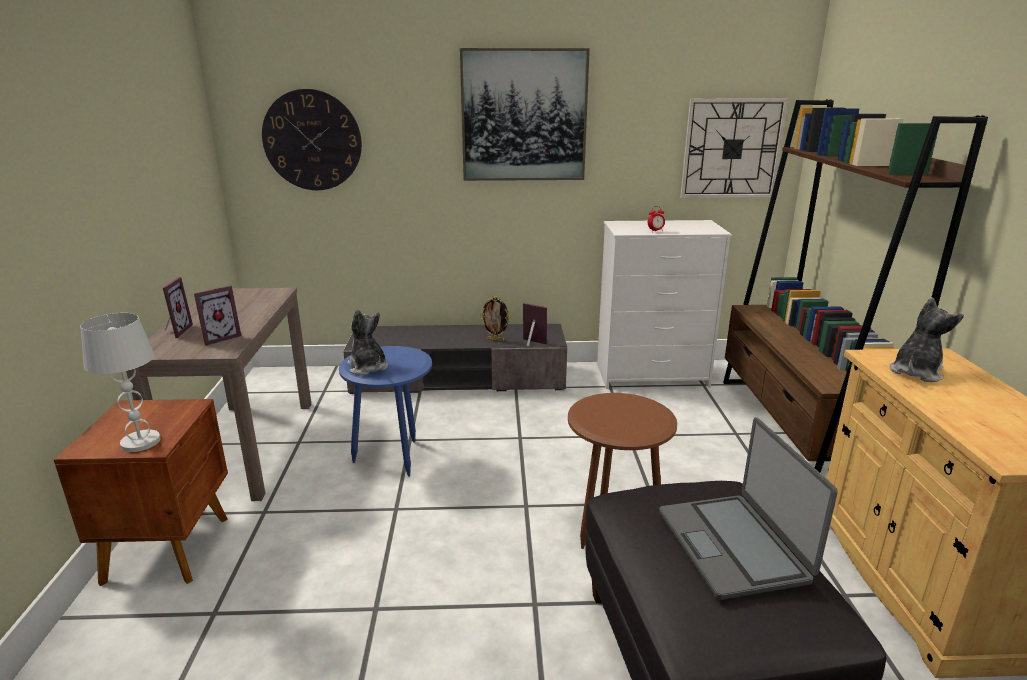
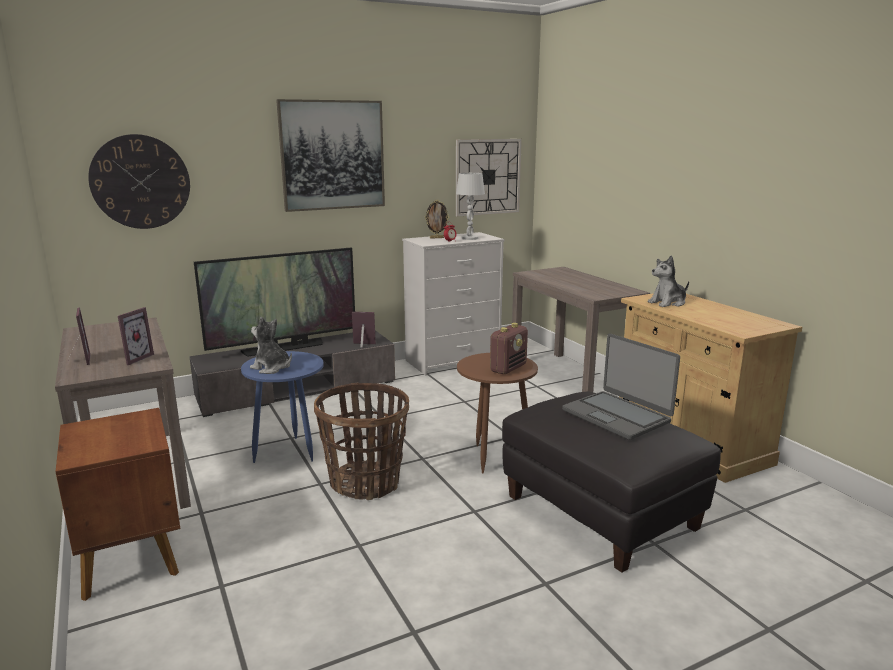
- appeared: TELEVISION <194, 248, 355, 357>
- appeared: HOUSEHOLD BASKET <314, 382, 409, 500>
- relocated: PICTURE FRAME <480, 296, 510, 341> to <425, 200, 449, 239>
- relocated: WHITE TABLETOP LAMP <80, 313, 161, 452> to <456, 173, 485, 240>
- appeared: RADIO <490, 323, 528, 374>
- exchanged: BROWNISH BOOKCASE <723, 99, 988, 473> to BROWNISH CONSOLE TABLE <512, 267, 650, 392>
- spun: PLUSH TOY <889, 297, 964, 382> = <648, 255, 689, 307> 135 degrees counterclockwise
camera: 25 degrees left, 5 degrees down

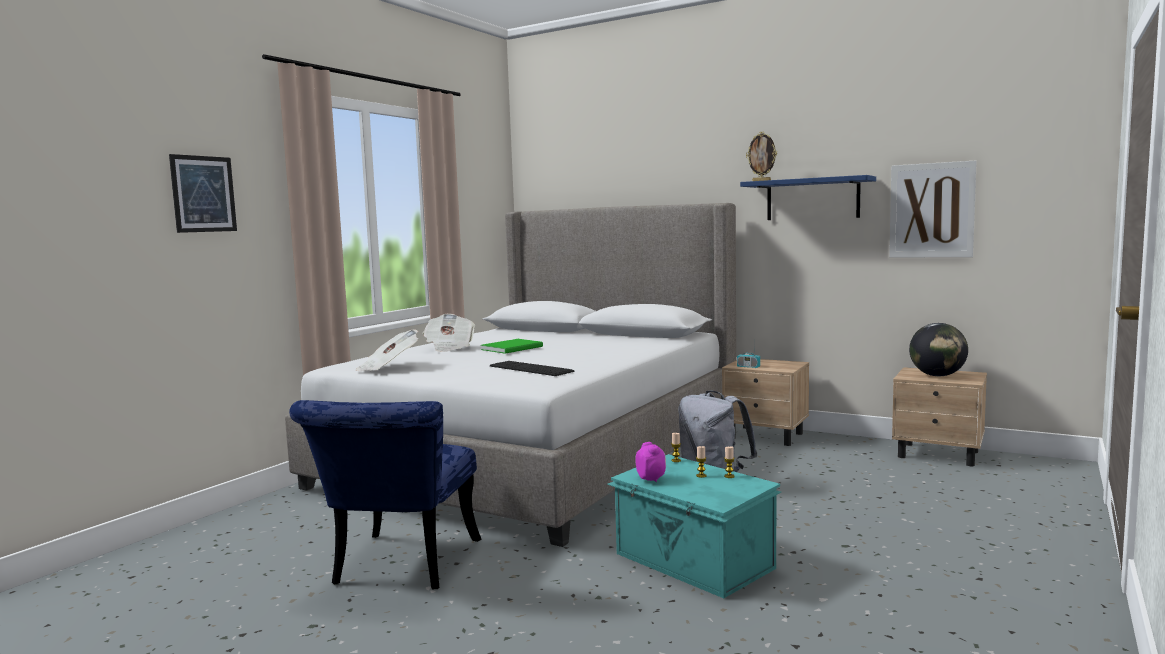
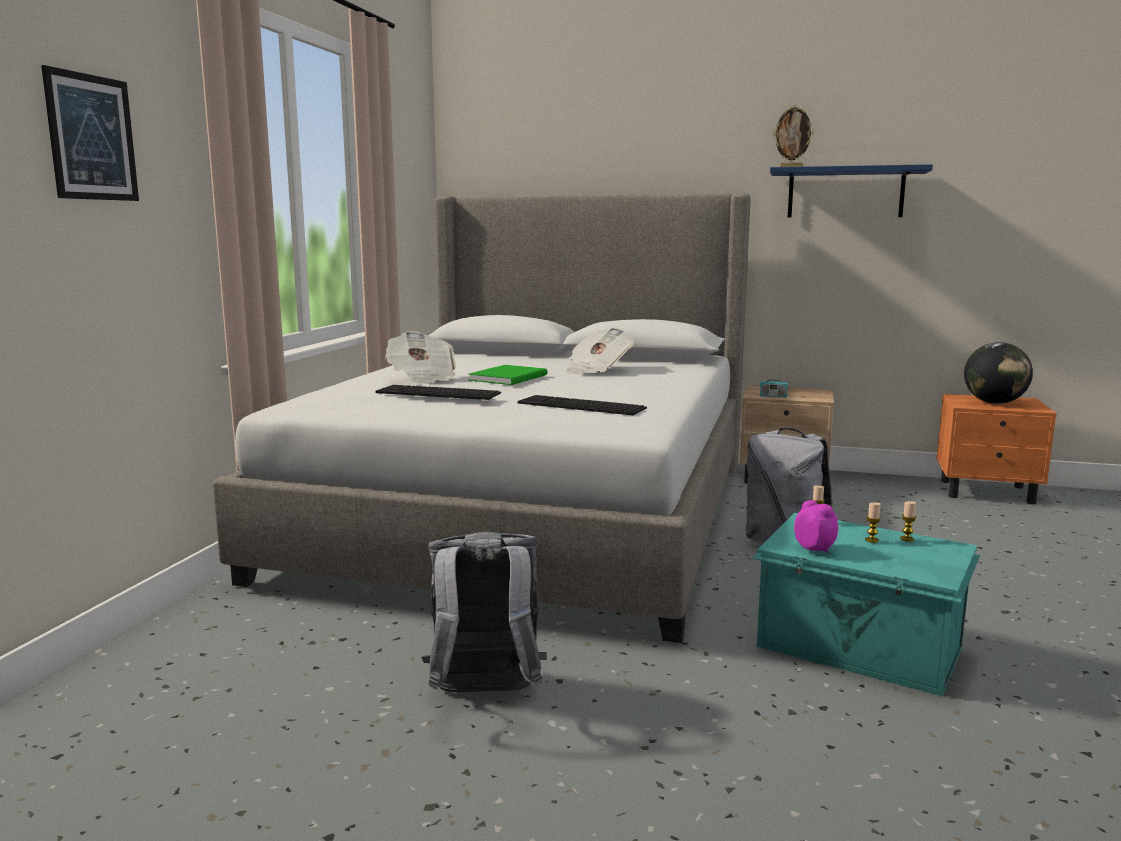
- appeared: COMPUTER KEYBOARD <375, 385, 501, 400>
- exchanged: BLUE PLAIN CHAIR <289, 400, 481, 590> to GREY RUCKSACK <421, 532, 547, 692>
- relocated: DAILY PAPER <356, 329, 419, 372> to <566, 328, 634, 374>
- colour: BEIGE-COLOURED NIGHT TABLE <892, 367, 987, 466> to ORANGE-COLOURED NIGHT TABLE <936, 394, 1057, 504>
- missing: WALL ART <889, 160, 977, 258>
camera: 15 degrees left, 5 degrees up

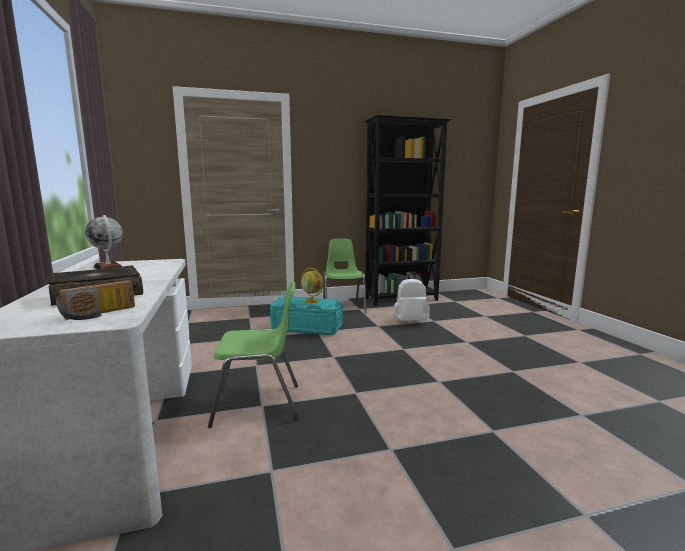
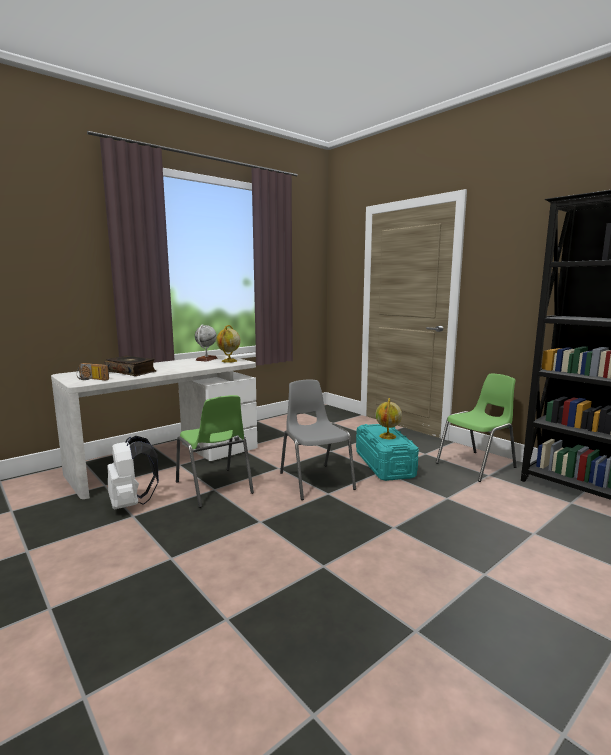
- relocated: WHITE RUCKSACK <394, 274, 430, 321> to <107, 436, 159, 509>
- appeared: DESK GLOBE <216, 325, 241, 363>
- appeared: GREY PLAIN CHAIR <280, 379, 356, 500>
camera: 65 degrees right, 0 degrees up

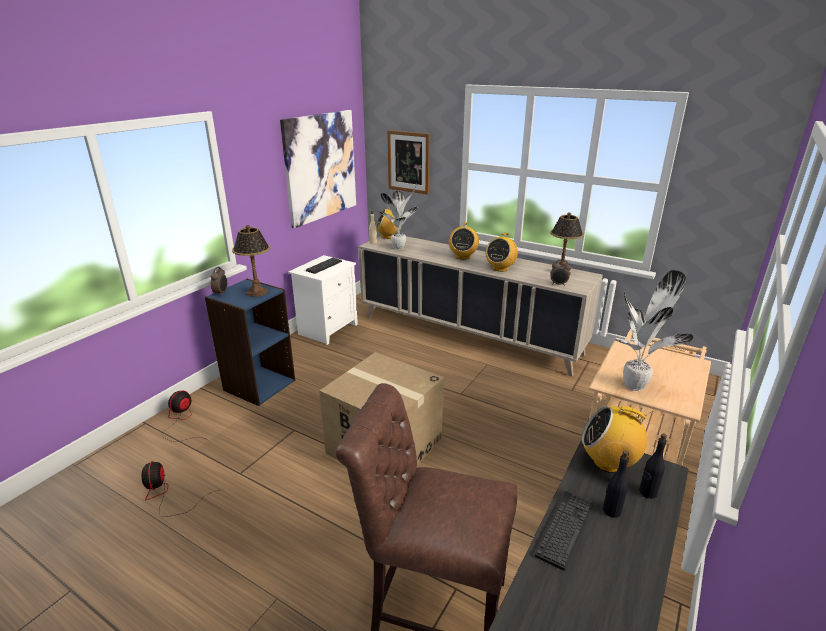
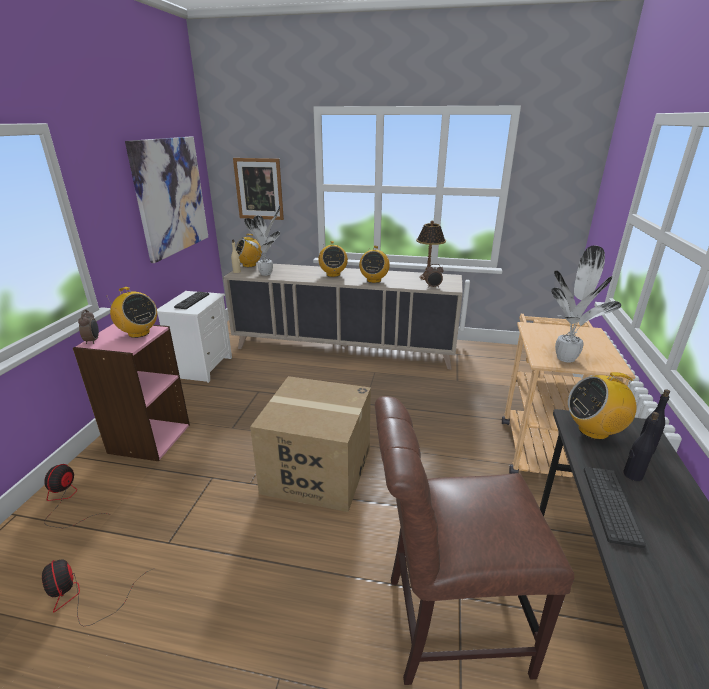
- colour: BLUE BOOKCASE <205, 279, 295, 406> to PINK BOOKCASE <73, 324, 190, 461>
- exchanged: TABLETOP LAMP <232, 225, 270, 297> to RADIO <107, 287, 157, 338>
camera: 20 degrees left, 0 degrees up

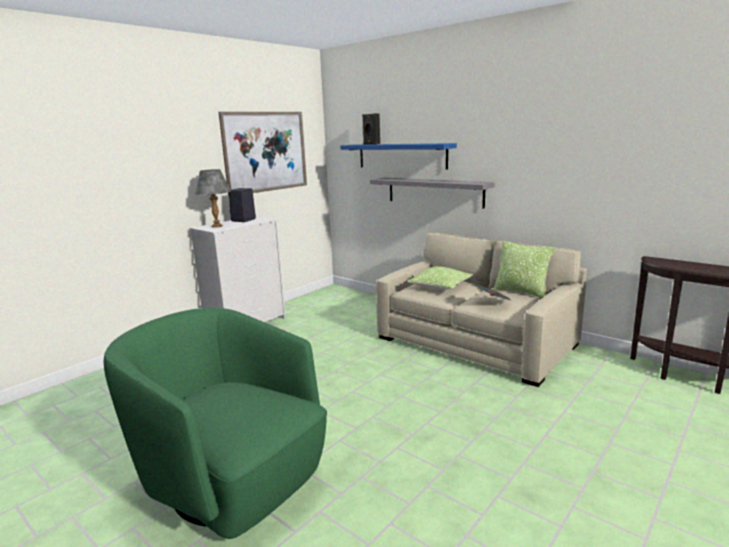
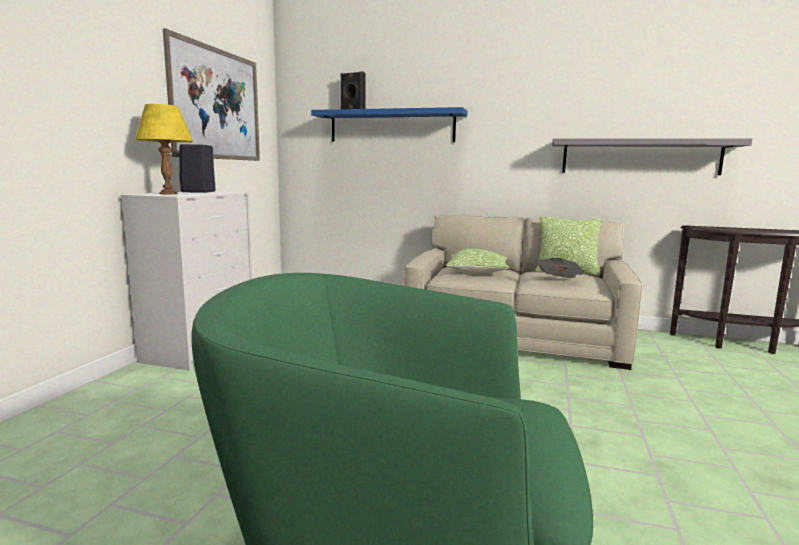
- colour: GREY TABLETOP LAMP <195, 169, 231, 228> to YELLOW TABLETOP LAMP <135, 104, 193, 194>
- relocated: GREY SHELF <370, 178, 495, 209> to <552, 138, 753, 175>
camera: 25 degrees left, 5 degrees down

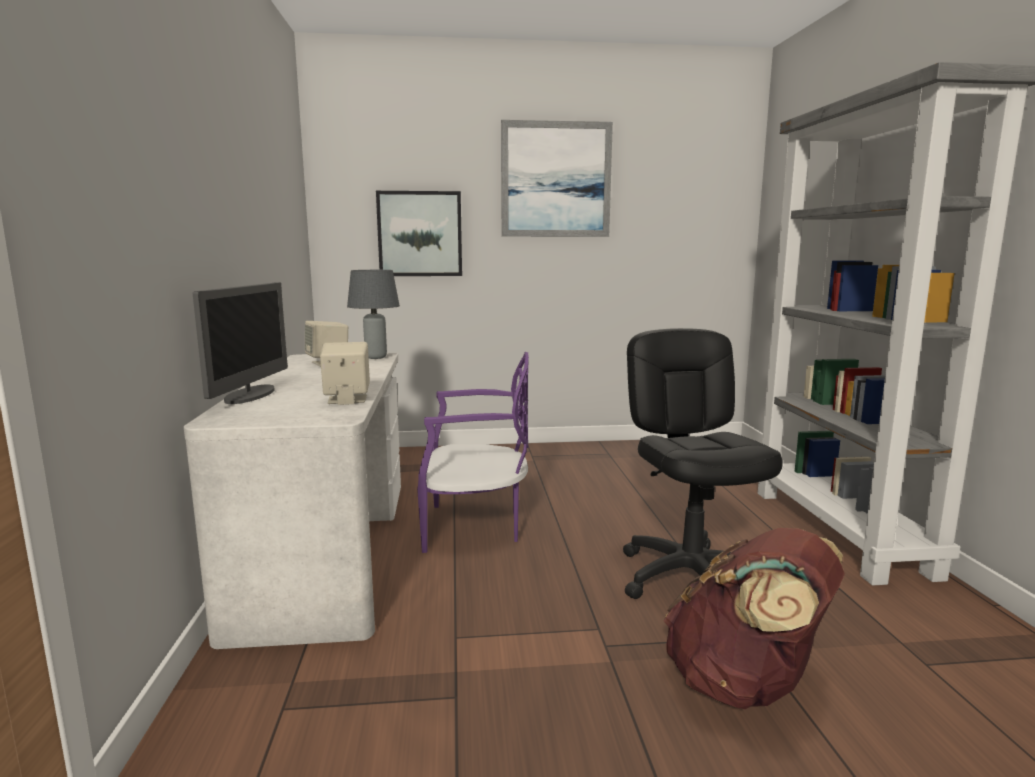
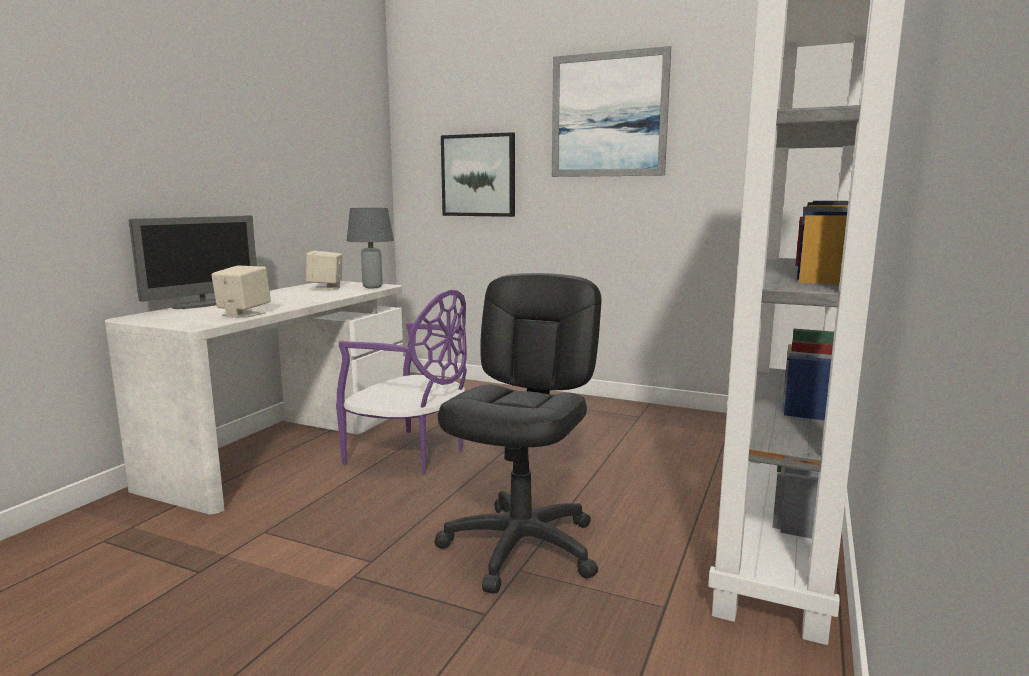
- missing: BROWNISH RUCKSACK <663, 528, 845, 709>
camera: 30 degrees right, 0 degrees up

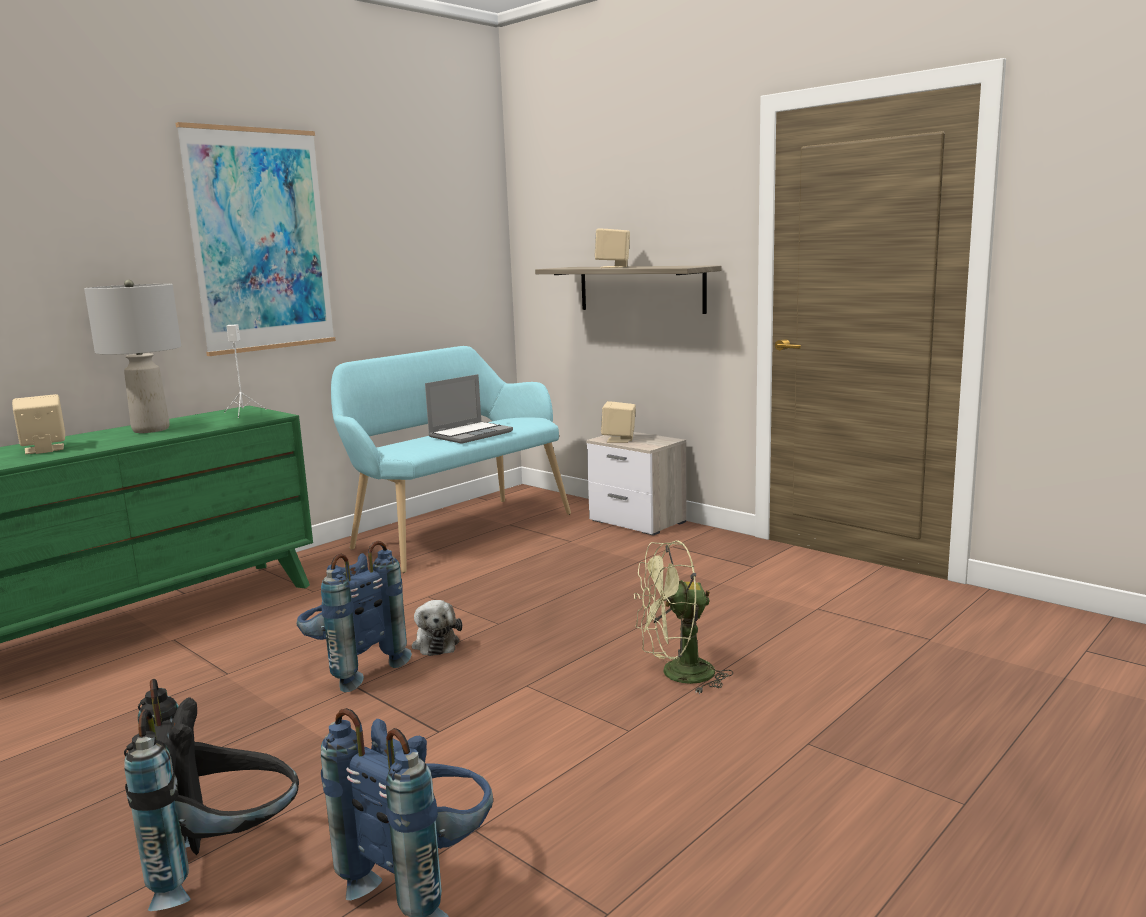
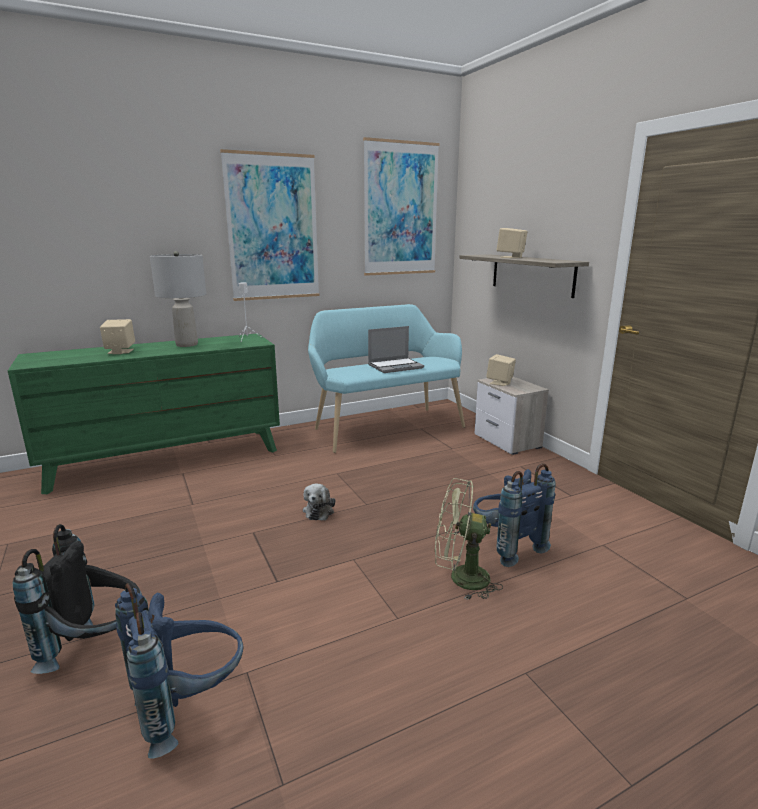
- appeared: WALL ART <363, 137, 440, 276>
- relocated: BLUE RUCKSACK <297, 541, 412, 692> to <473, 463, 556, 567>
camera: 20 degrees right, 5 degrees up

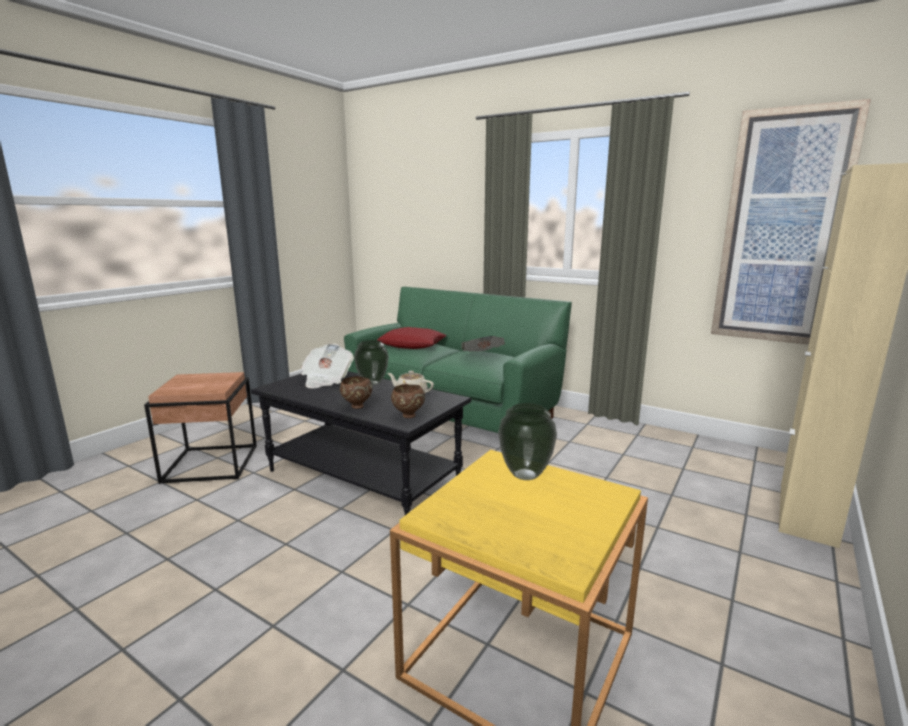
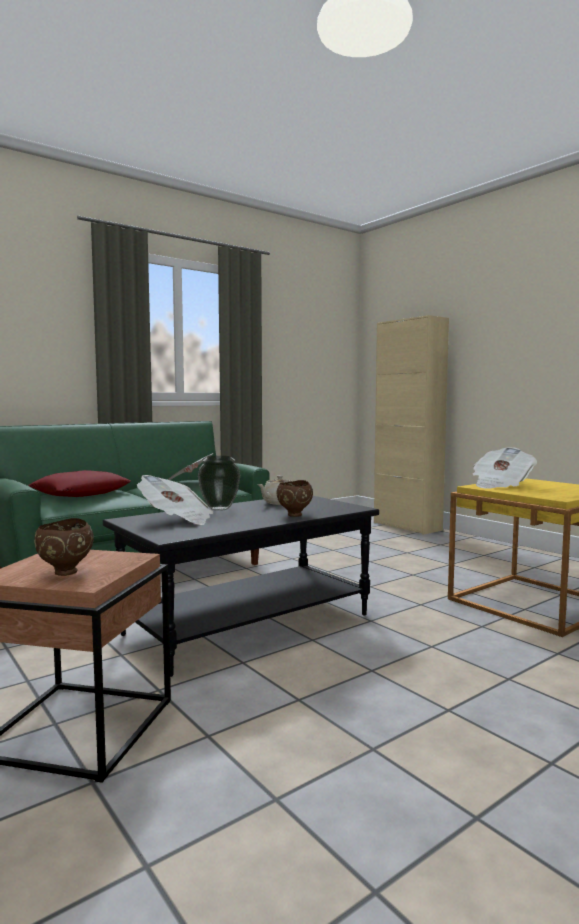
- relocated: BROWNISH DEEP DISH <391, 384, 425, 418> to <34, 518, 94, 576>
- exchanged: FLOWER VASE <498, 403, 557, 480> to DAILY PAPER <472, 447, 537, 489>
- missing: WALL ART <711, 99, 871, 345>
camera: 70 degrees left, 10 degrees down

